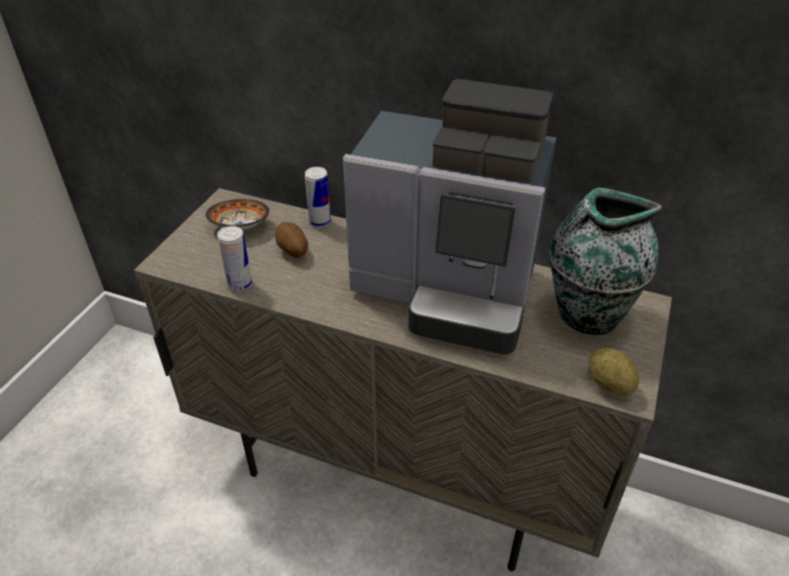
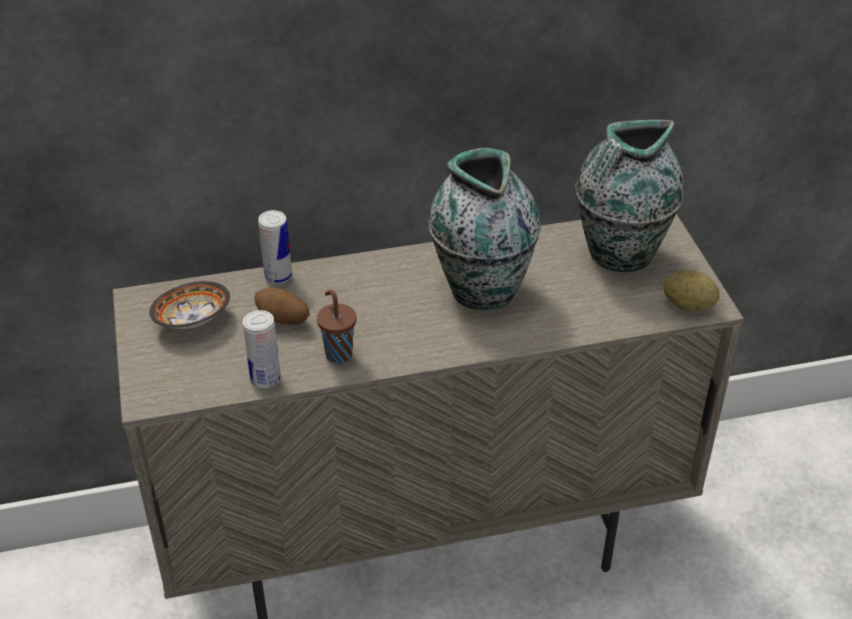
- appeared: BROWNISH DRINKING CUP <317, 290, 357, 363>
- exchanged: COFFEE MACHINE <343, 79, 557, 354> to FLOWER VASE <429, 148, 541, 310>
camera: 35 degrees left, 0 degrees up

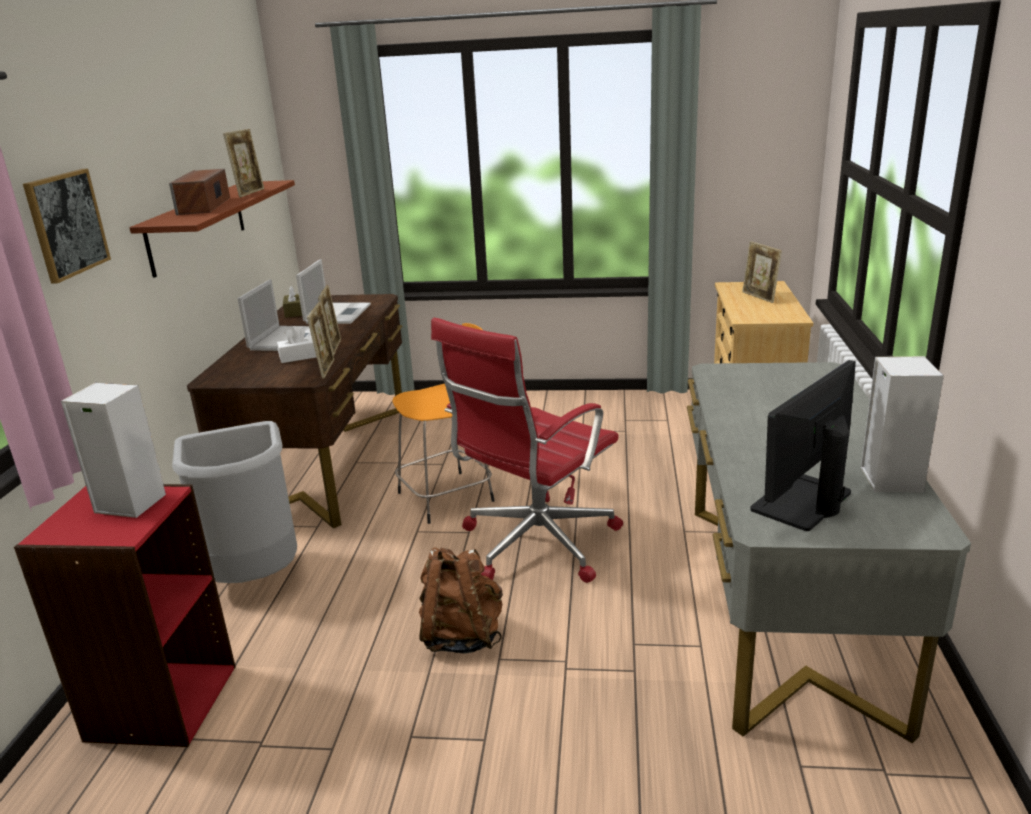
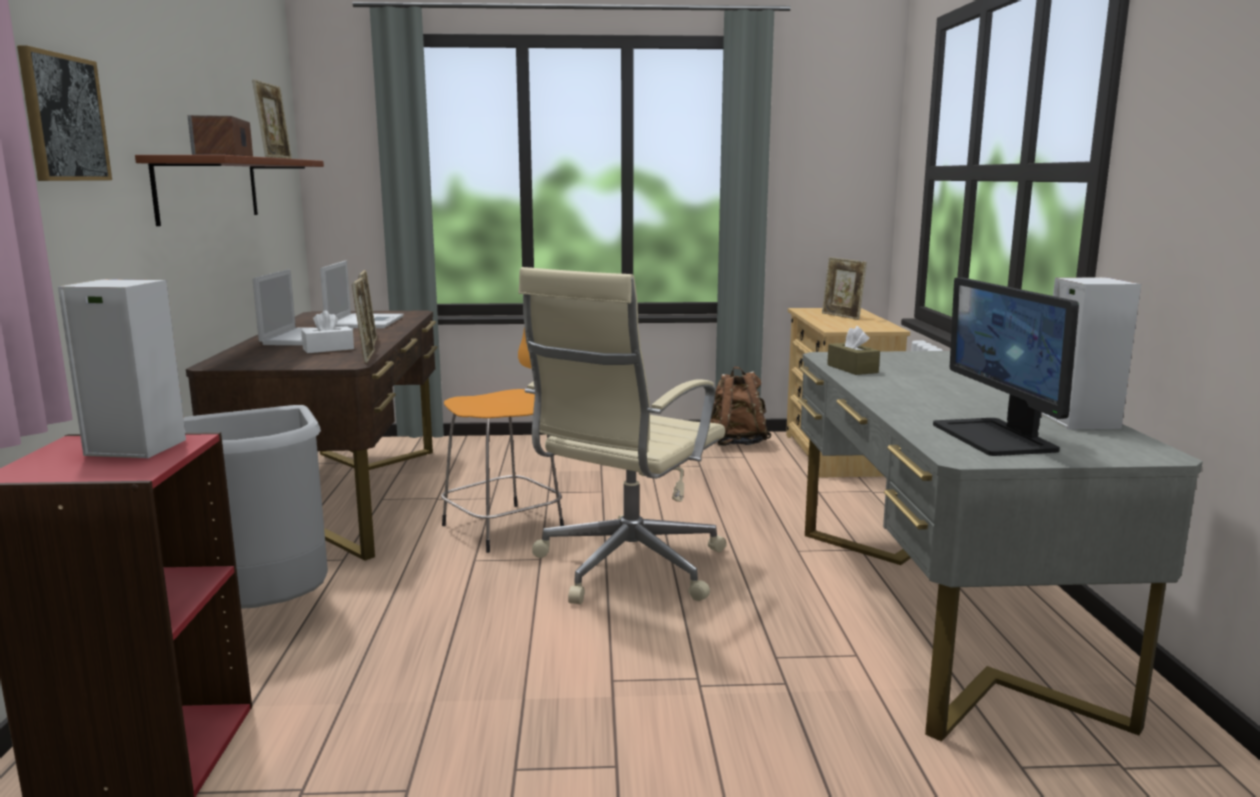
- colour: RED-COLOURED DESK CHAIR <431, 318, 623, 583> to BEIGE-COLOURED DESK CHAIR <519, 267, 726, 605>
- relocated: BROWNISH RUCKSACK <419, 547, 503, 653> to <710, 367, 772, 446>
- relocated: BROWNISH TISSUE HOLDER <283, 286, 302, 318> to <827, 326, 880, 375>
- spun: COMPUTER SCREEN <750, 360, 856, 531> = <933, 277, 1079, 456> 45 degrees counterclockwise
camera: 10 degrees left, 10 degrees down

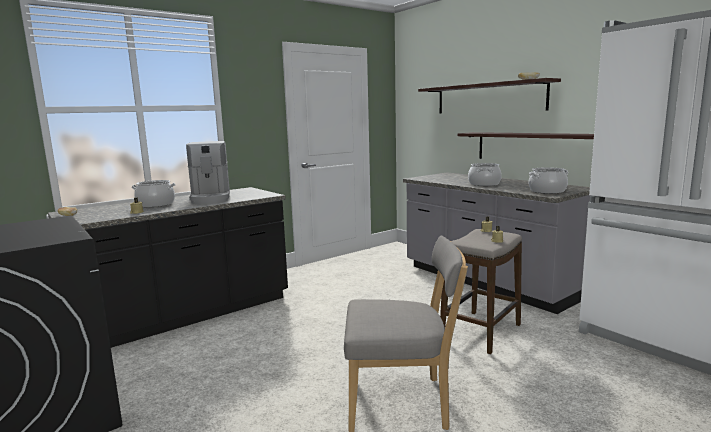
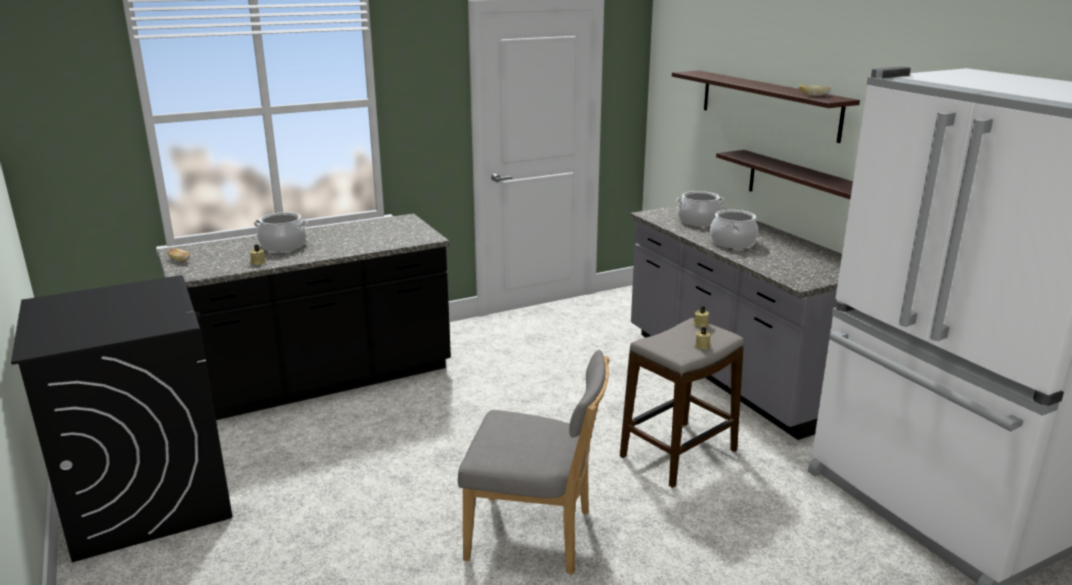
- relocated: STOCKPOT <529, 167, 568, 194> to <676, 191, 725, 227>
- missing: COFFEE MACHINE <186, 141, 230, 205>
camera: 10 degrees right, 10 degrees up

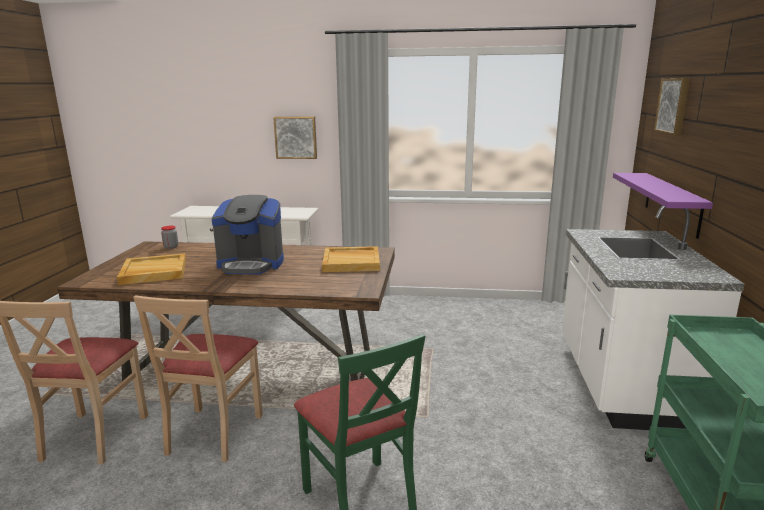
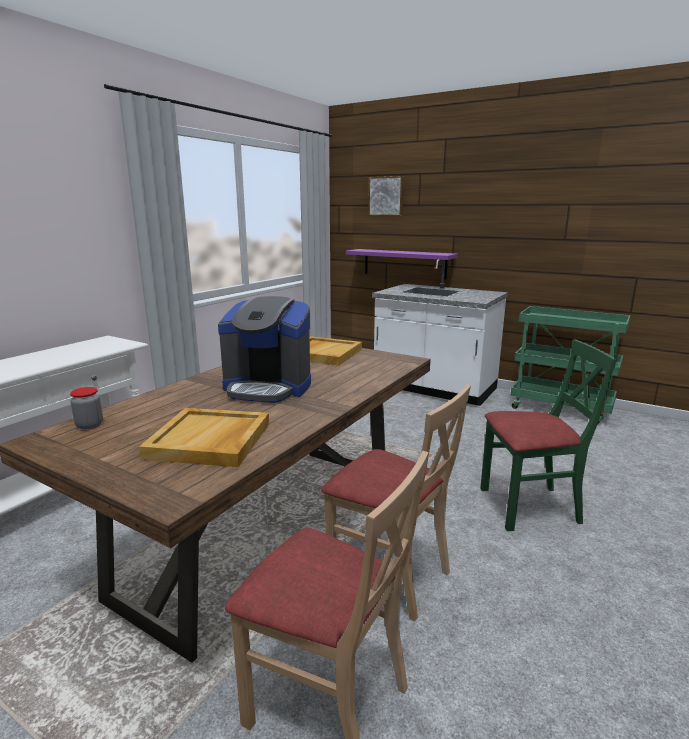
- spun: COFFEE MACHINE <212, 195, 284, 274> = <218, 296, 311, 403> 75 degrees clockwise
- missing: WALL ART <273, 116, 317, 159>
camera: 65 degrees left, 0 degrees up

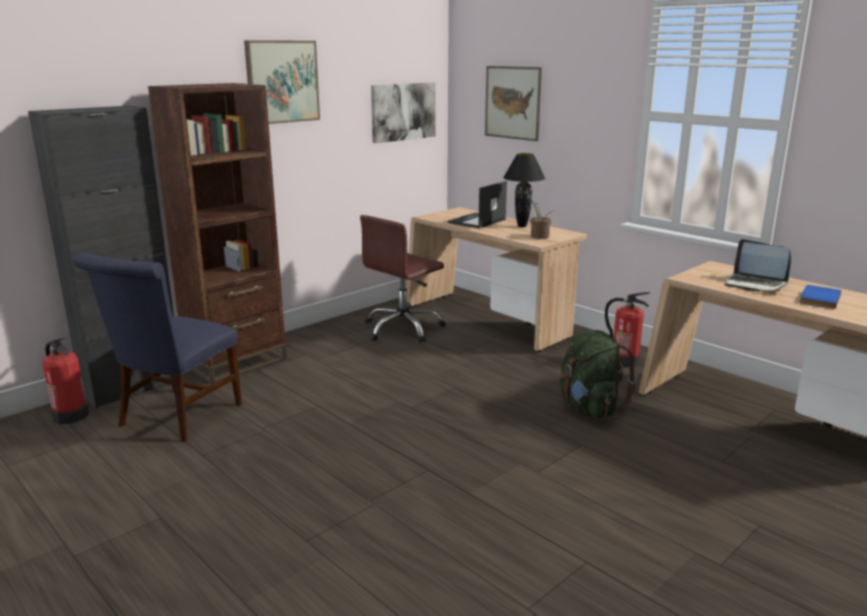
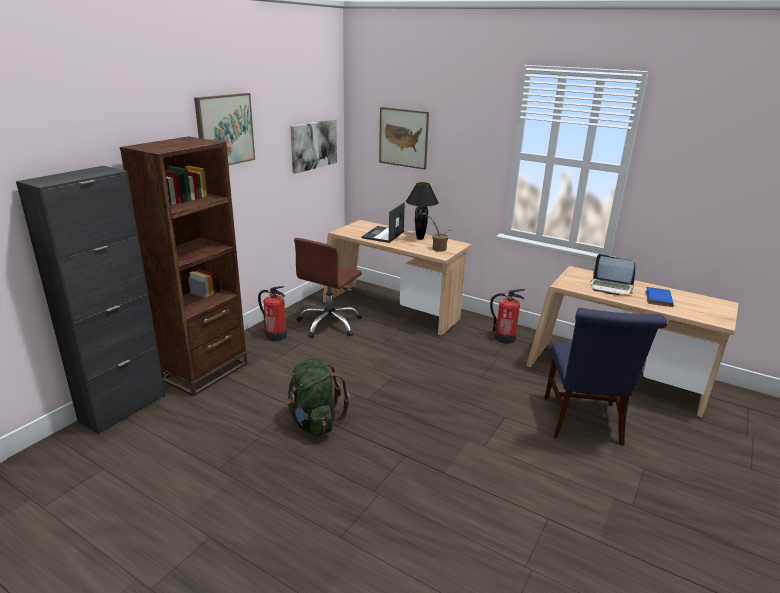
- relocated: EXTINGUISHER <42, 338, 89, 424> to <258, 286, 287, 341>
- relocated: GREEN RUCKSACK <560, 330, 637, 418> to <285, 359, 349, 436>
- relocated: BLUE PLAIN CHAIR <72, 253, 242, 442> to <544, 308, 668, 446>
camera: 15 degrees left, 5 degrees up

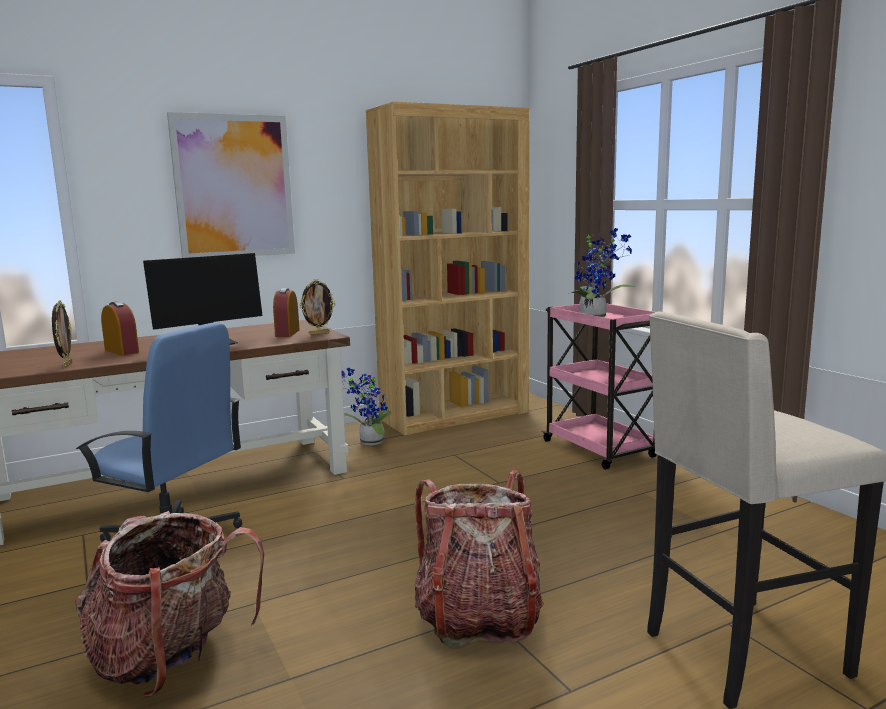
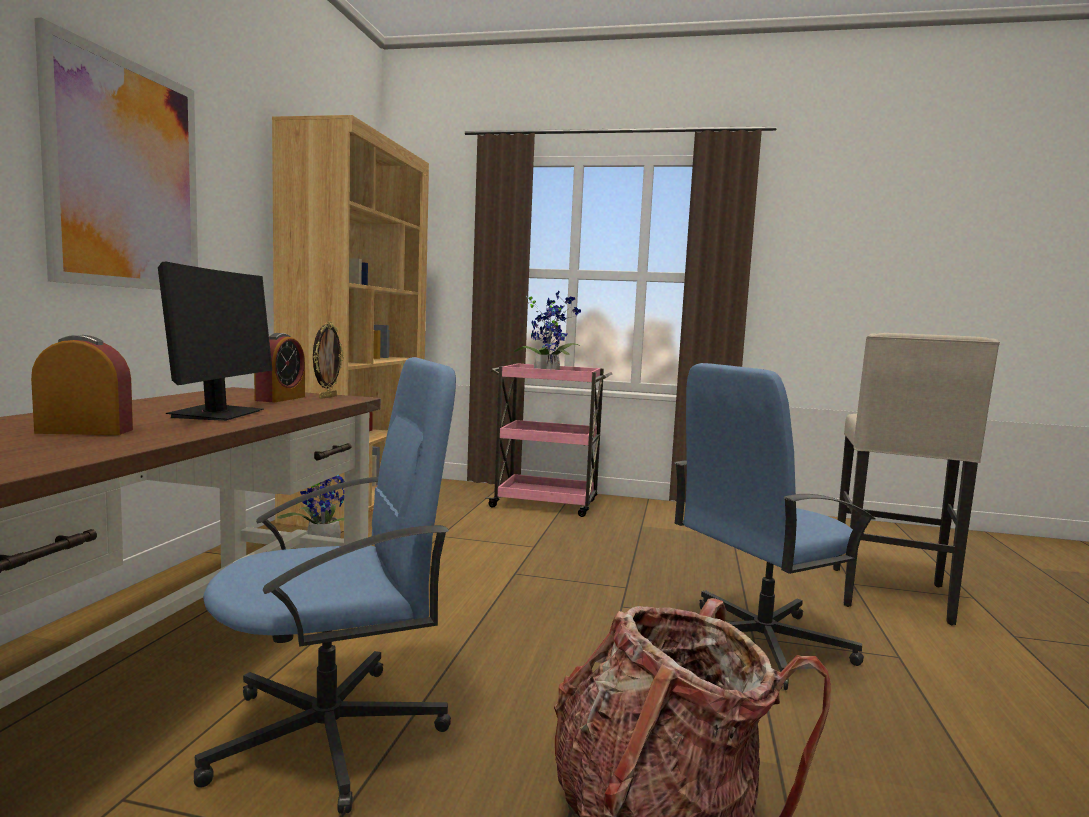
- spun: TABLE CLOCK <273, 288, 300, 337> = <254, 333, 305, 402> 120 degrees counterclockwise
- exchanged: RUCKSACK <415, 470, 544, 647> to BLUE DESK CHAIR <675, 363, 875, 690>
- missing: PICTURE FRAME <52, 300, 72, 368>
camera: 50 degrees left, 5 degrees down

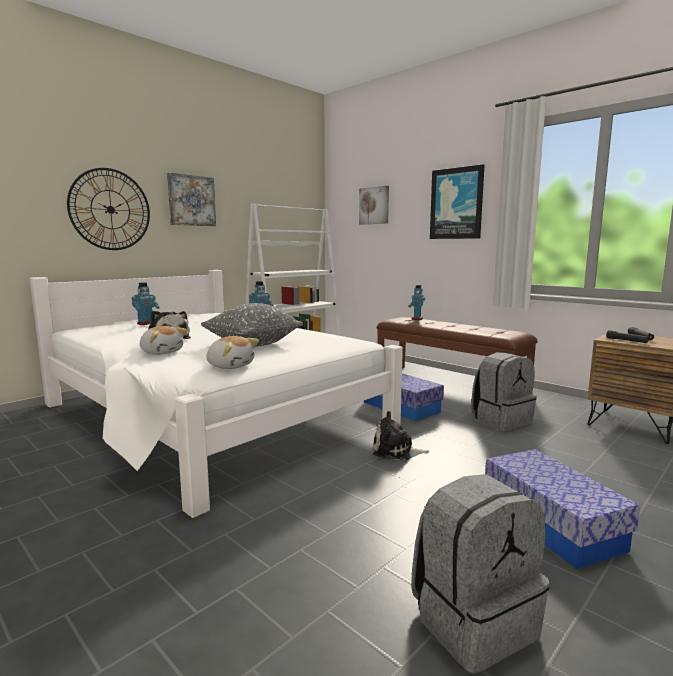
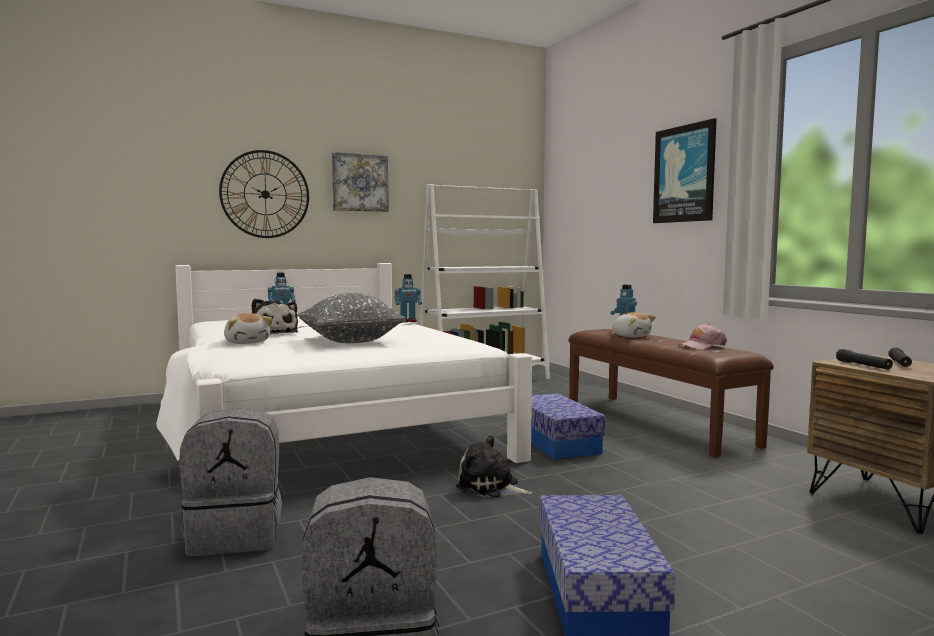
- relocated: GREY RUCKSACK <471, 352, 537, 431> to <179, 408, 282, 556>
- relocated: PLUSH TOY <206, 336, 259, 369> to <613, 312, 656, 338>
- appeared: PINK PEAKED CAP <678, 324, 727, 349>
- missing: WALL ART <359, 186, 389, 225>
camera: 20 degrees right, 5 degrees down

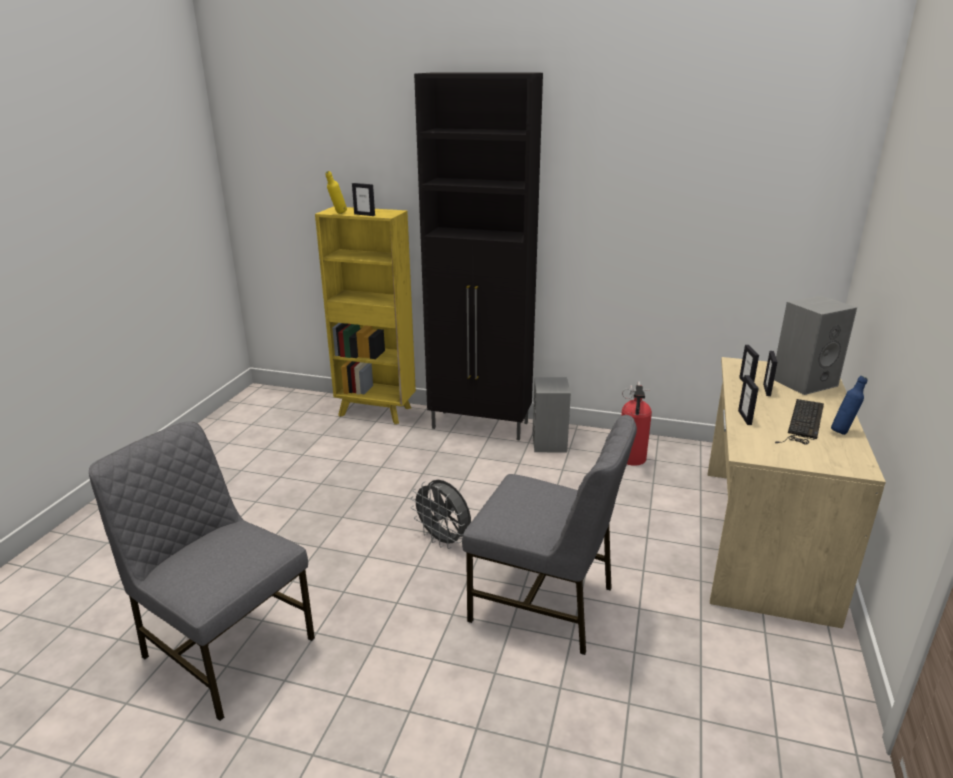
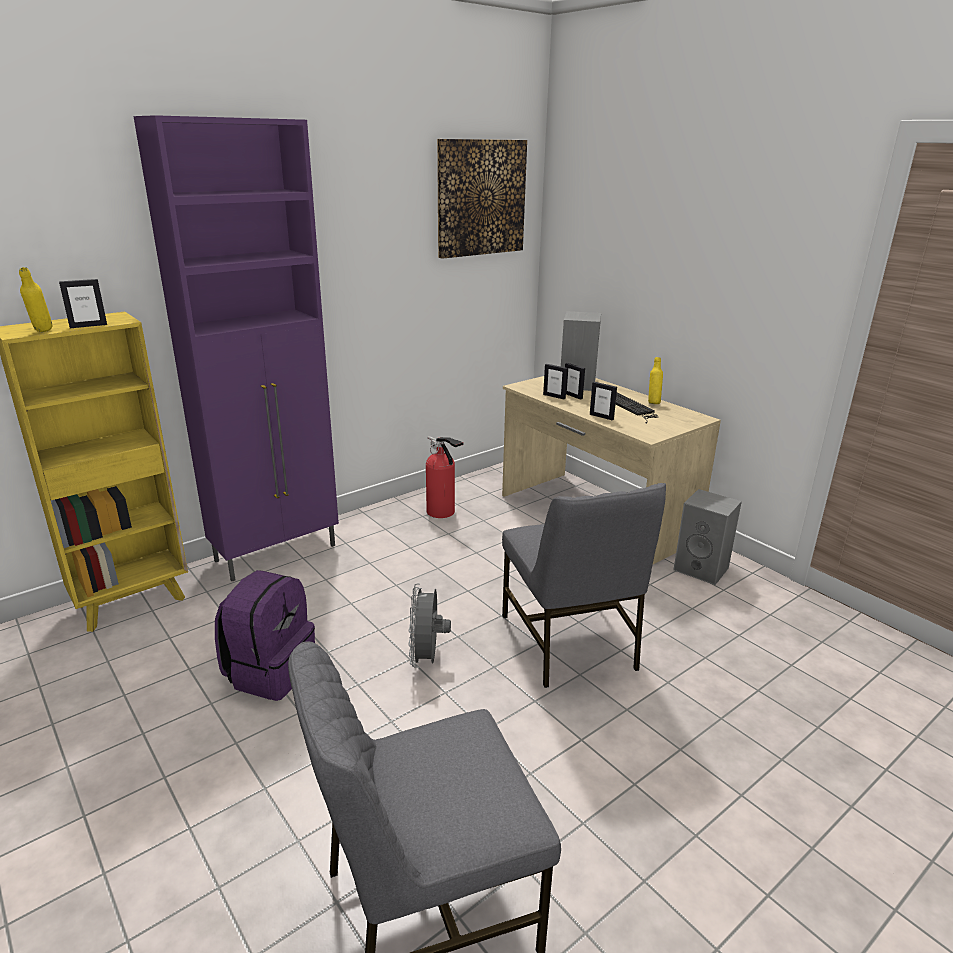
- colour: BLACK CUPBOARD <414, 72, 543, 441> to PURPLE CUPBOARD <133, 115, 339, 581>
- appeared: PURPLE RUCKSACK <215, 570, 315, 701>
- spun: GREY COOLING FAN <410, 480, 471, 549> = <408, 583, 451, 667> 105 degrees clockwise
- appeared: WALL ART <437, 139, 527, 259>
- spun: GREY PLAIN CHAIR <462, 415, 637, 655> = <502, 483, 666, 688> 105 degrees clockwise
- colour: BLUE BOTTLE <831, 376, 868, 435> to YELLOW BOTTLE <648, 357, 663, 404>
- relocated: GREY SPEAKER <532, 377, 571, 453> to <673, 489, 742, 585>
camera: 55 degrees left, 0 degrees up

